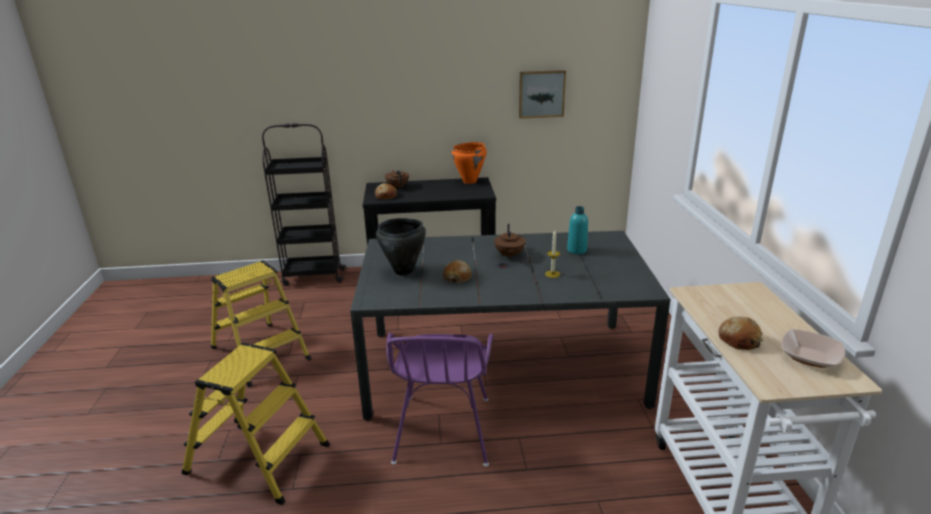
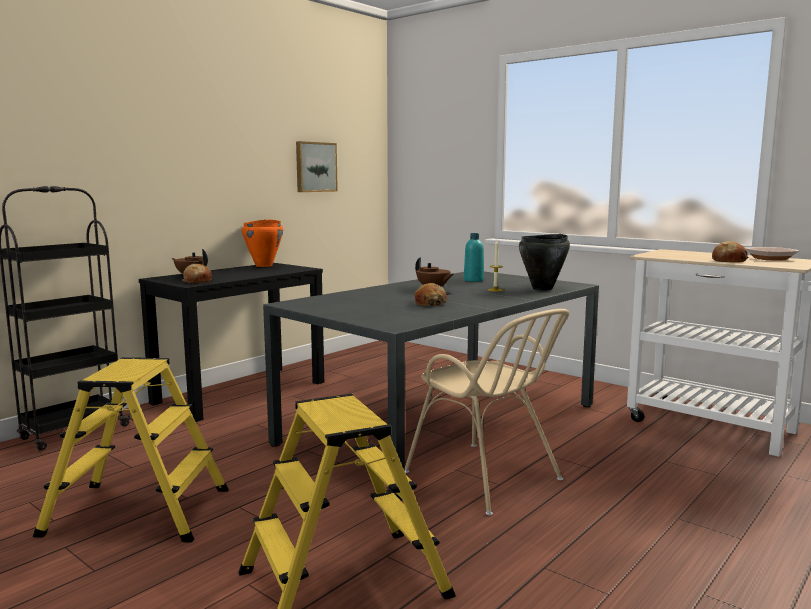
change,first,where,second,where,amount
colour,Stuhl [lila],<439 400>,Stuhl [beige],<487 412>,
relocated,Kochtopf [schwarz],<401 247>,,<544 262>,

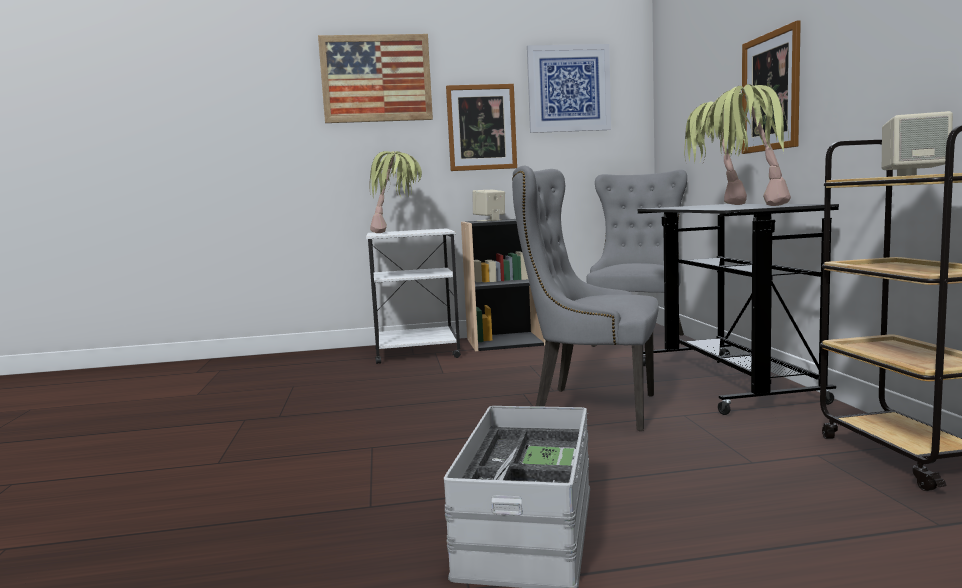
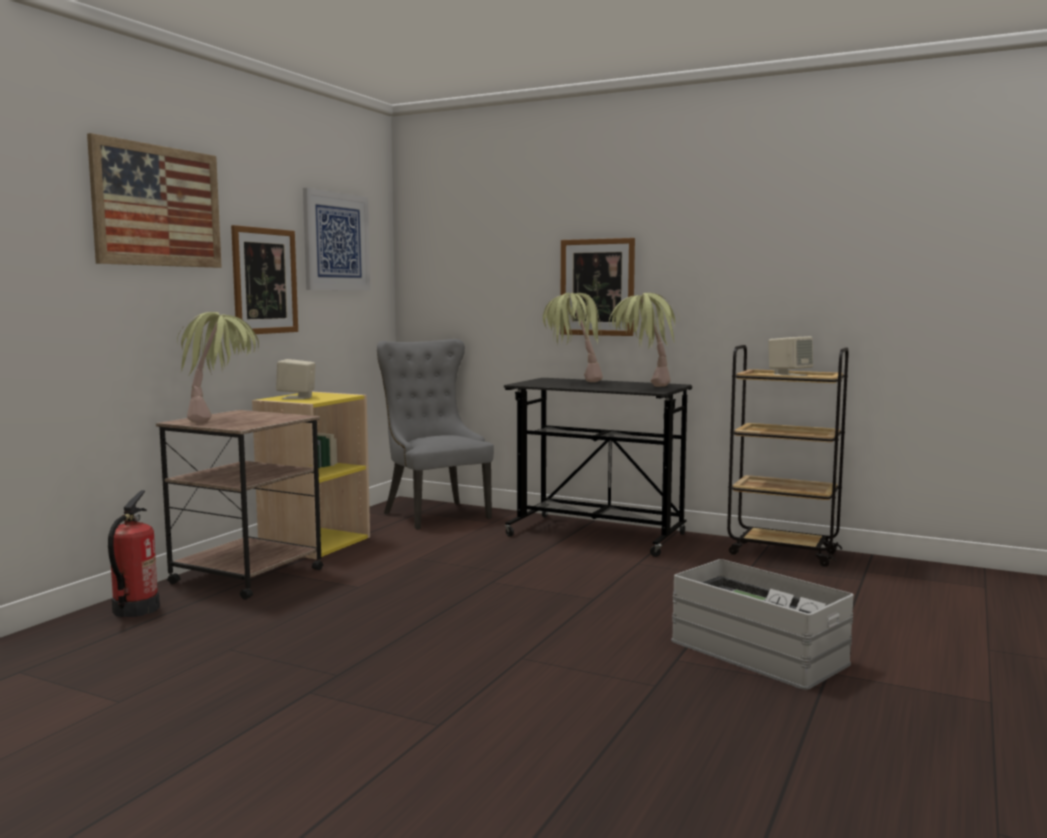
change,first,where,second,where,amount
appeared,,,Feuerlöscher,<134 554>,
colour,Rollwagen [weiß],<413 296>,Rollwagen [braun],<239 505>,
colour,Bücherregal [schwarz],<503 285>,Bücherregal [gelb],<311 475>,
missing,Stuhl [grau],<585 298>,,,

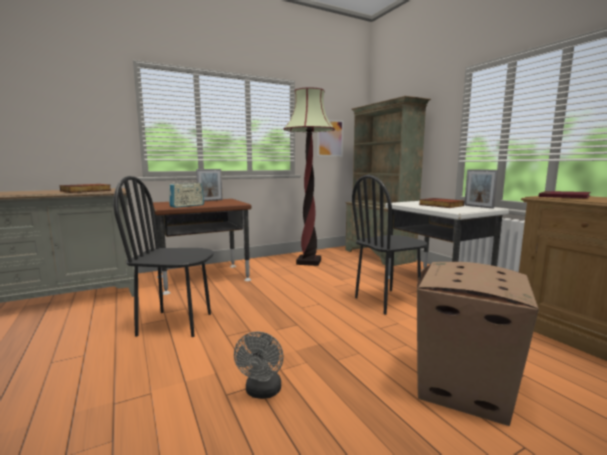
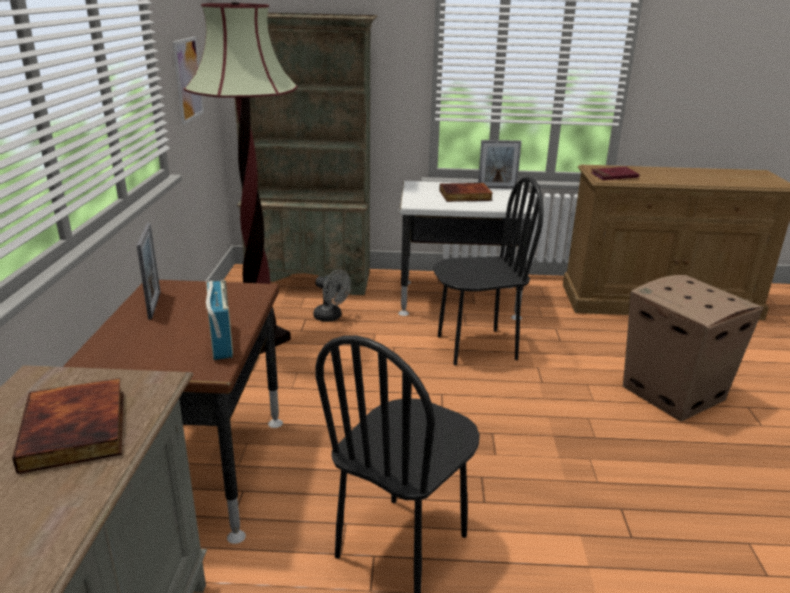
change,first,where,second,where,amount
relocated,Ventilator [grau],<259 365>,,<332 296>,
spun,Stuhl [schwarz],<389 245>,,<488 271>,105 degrees counterclockwise

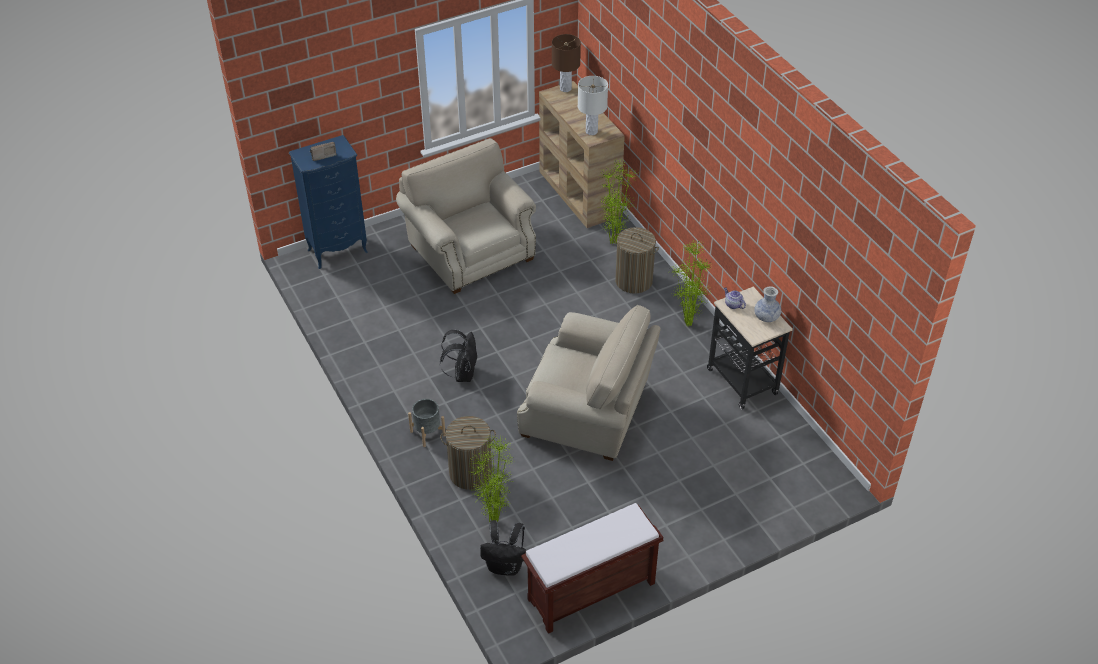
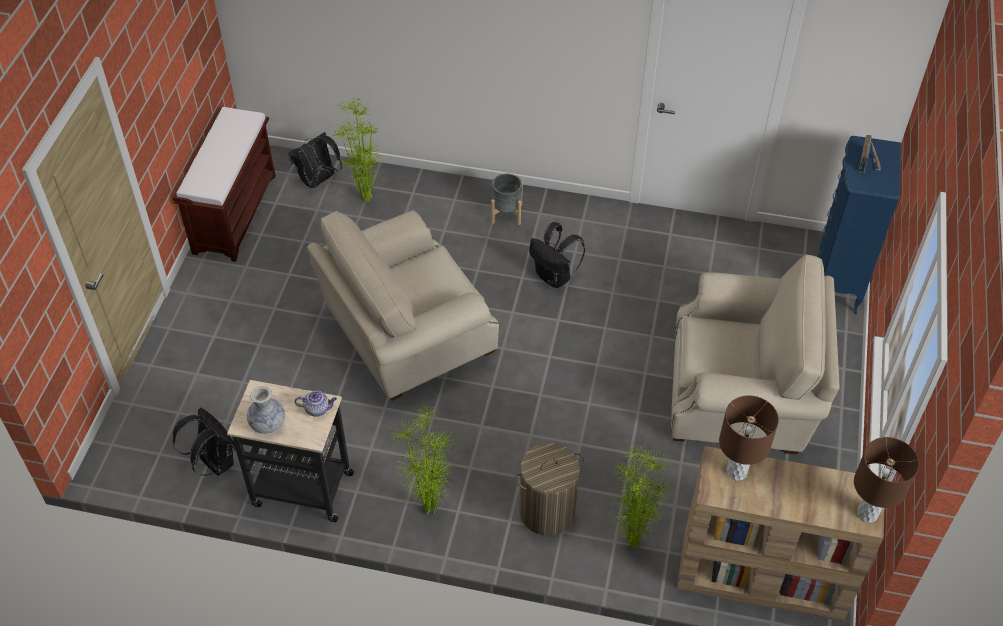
change,first,where,second,where,amount
appeared,,,Rucksack [schwarz],<204 442>,
colour,Tischlampe [weiß],<593 105>,Tischlampe [braun],<749 438>,
missing,Wäschekorb,<468 453>,,,

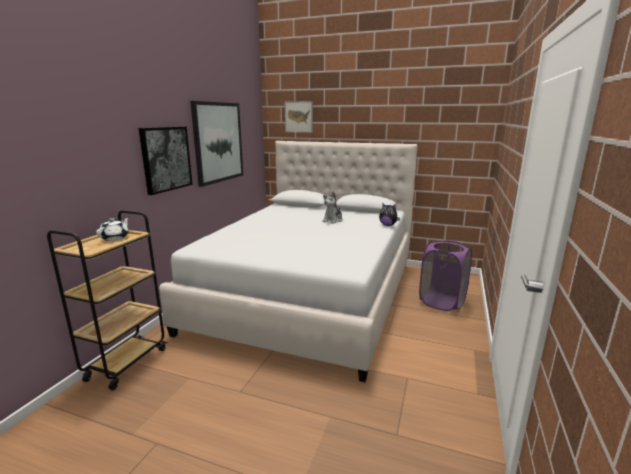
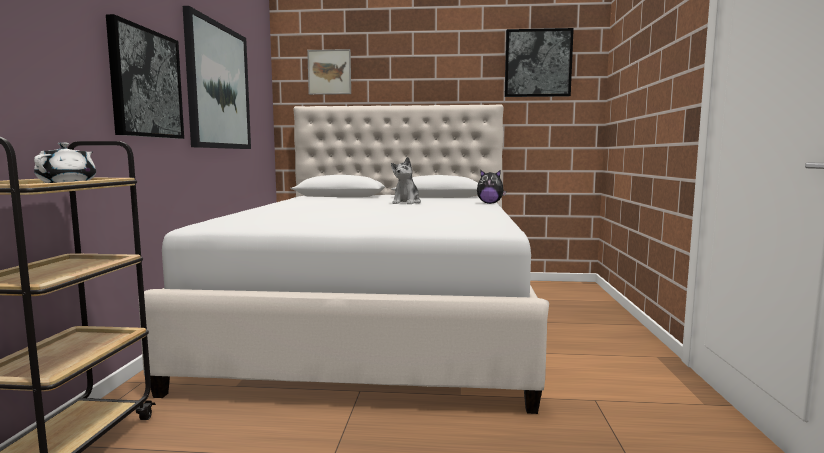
change,first,where,second,where,amount
appeared,,,Bild,<539 62>,
missing,Wäschekorb [lila],<445 275>,,,

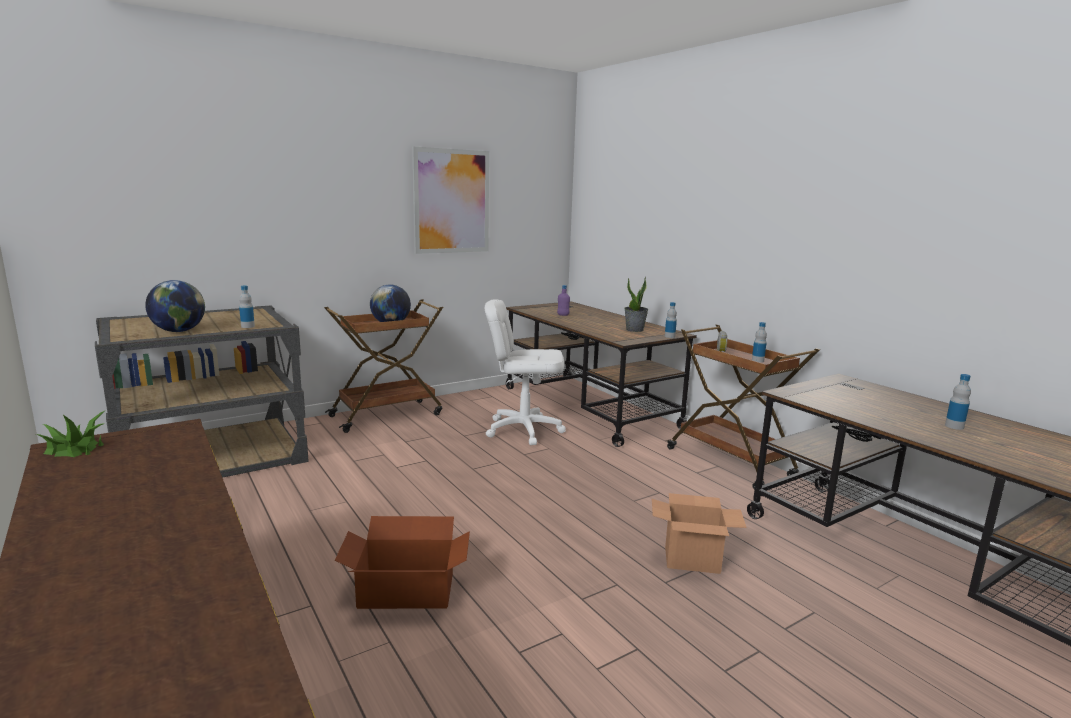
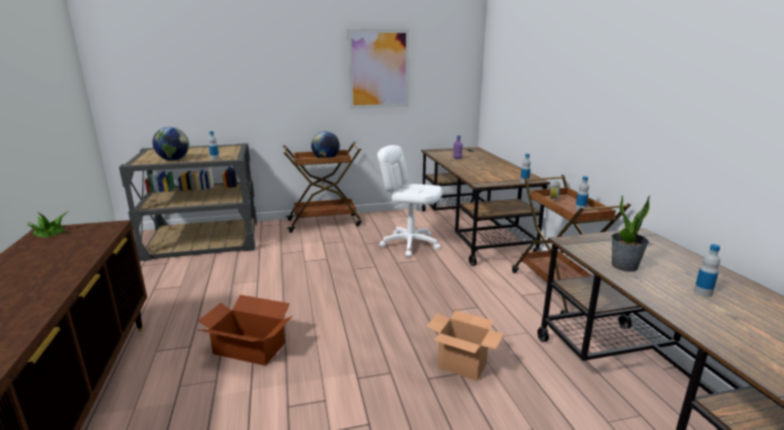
change,first,where,second,where,amount
relocated,Topfpflanze,<636 304>,,<630 233>,

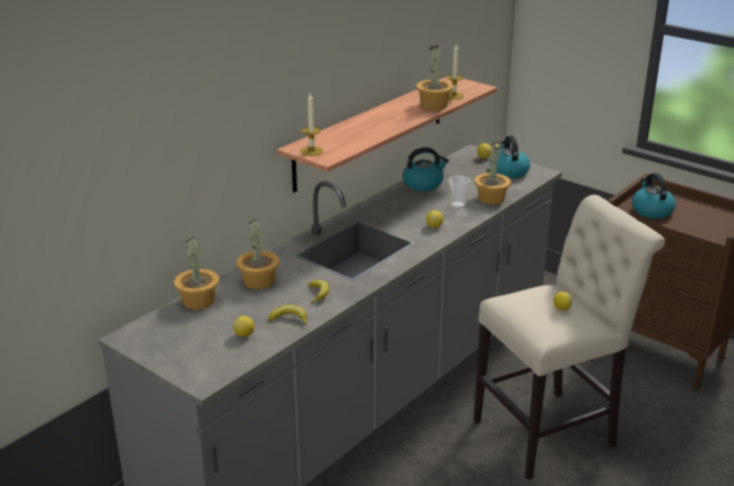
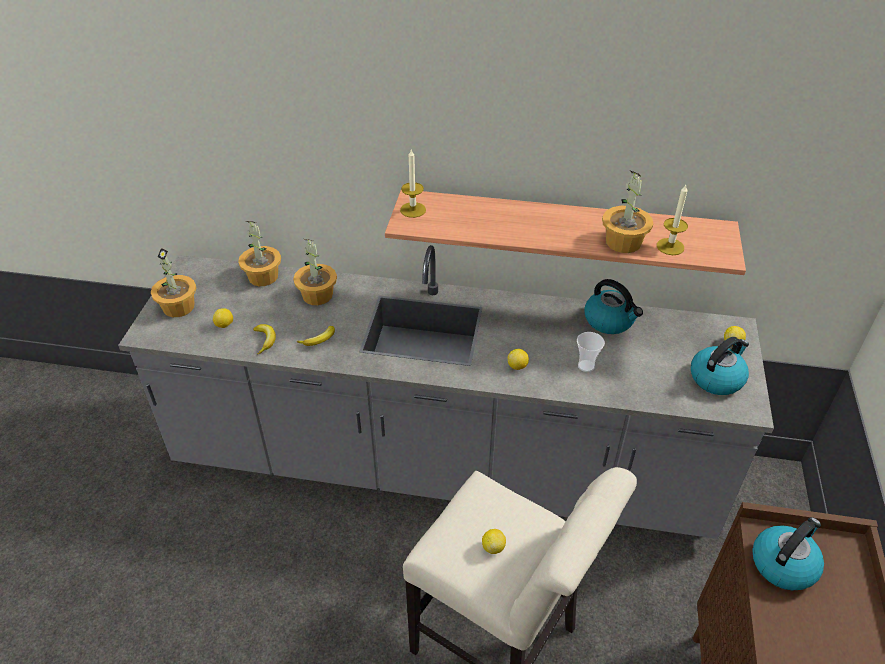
change,first,where,second,where,amount
relocated,Topfpflanze,<492 173>,,<173 282>,

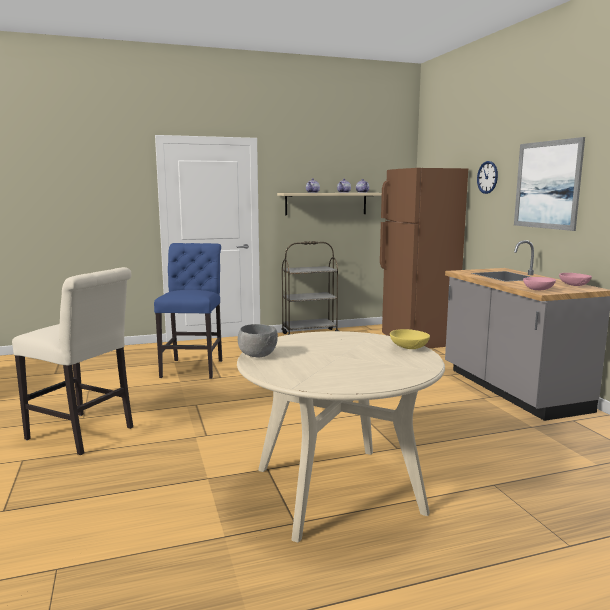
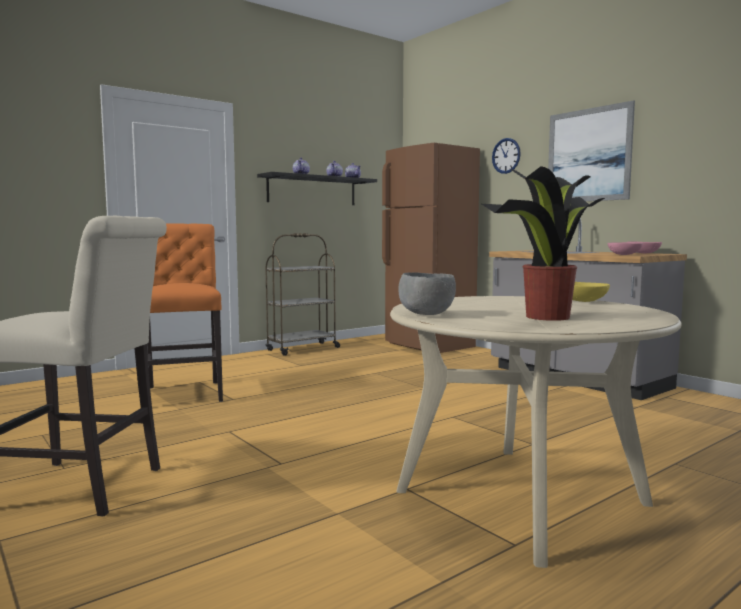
change,first,where,second,where,amount
colour,Hocker [blau],<188 311>,Hocker [orange],<185 312>,
colour,Wandregal [beige],<329 204>,Wandregal [schwarz],<317 188>,
appeared,,,Topfpflanze,<543 243>,

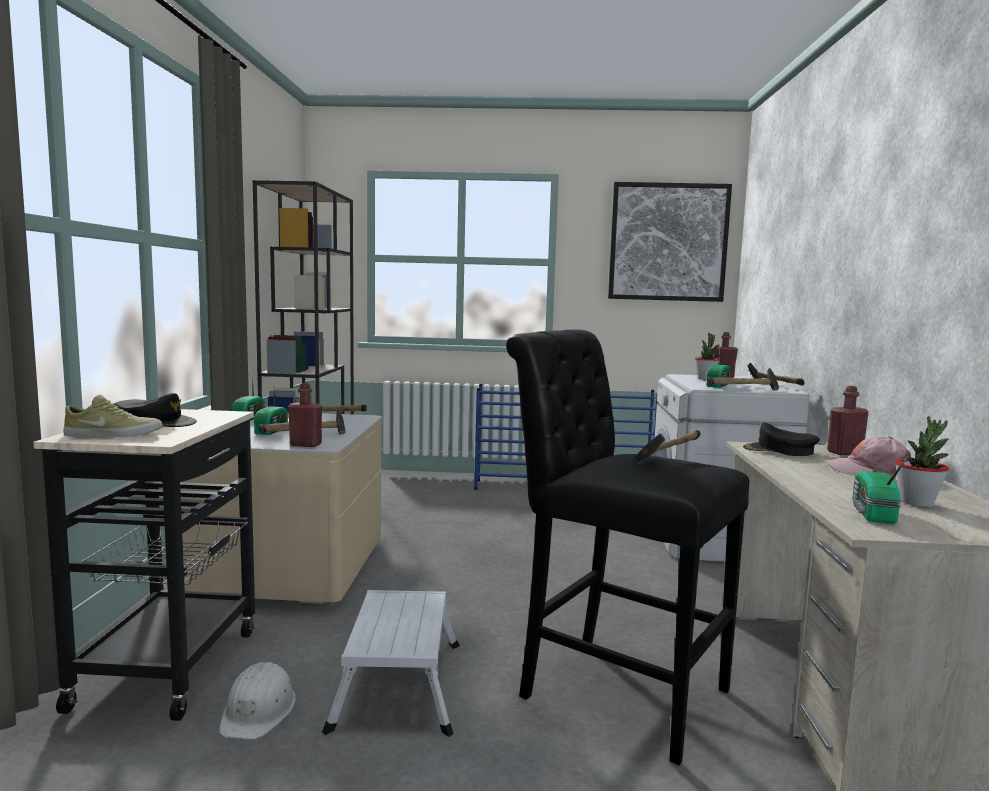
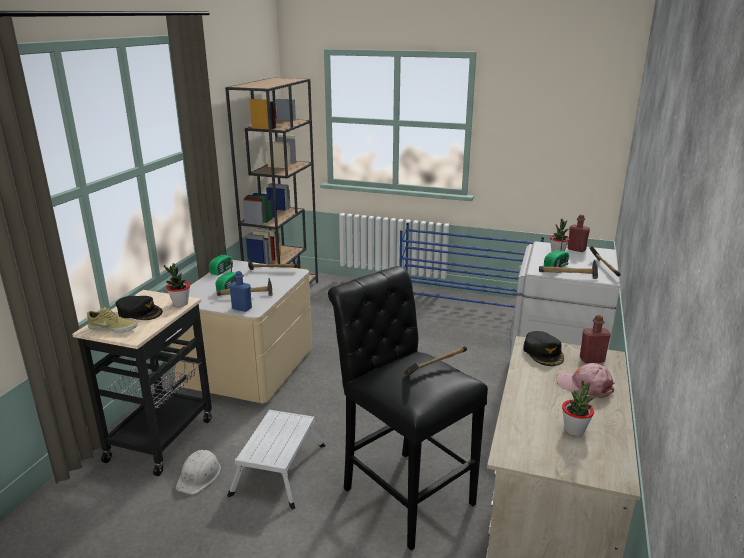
change,first,where,second,where,amount
appeared,,,Topfpflanze,<177 285>,
colour,Flasche [rot],<305 415>,Flasche [blau],<240 291>,
spun,Kappe [schwarz],<781 439>,,<543 348>,135 degrees counterclockwise
missing,Bild,<670 242>,,,
missing,Radio,<880 490>,,,

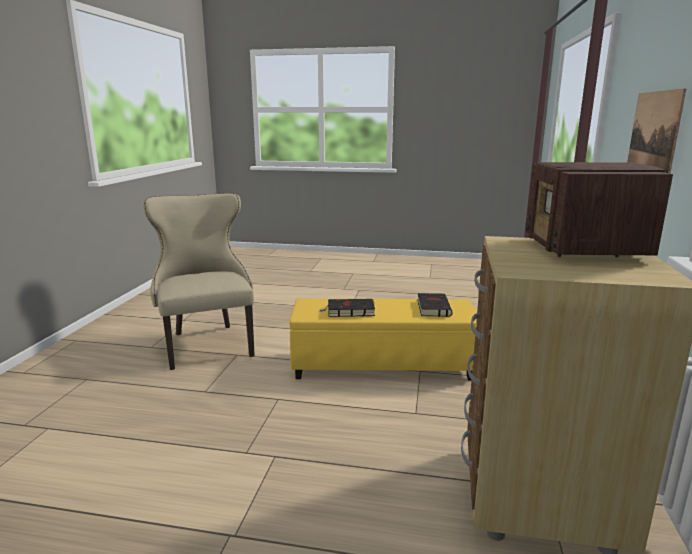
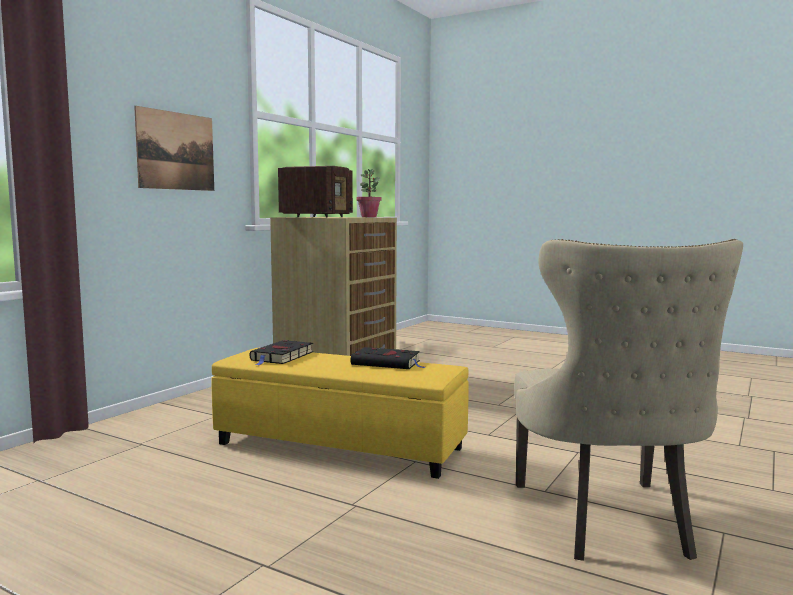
change,first,where,second,where,amount
appeared,,,Topfpflanze,<369 193>,

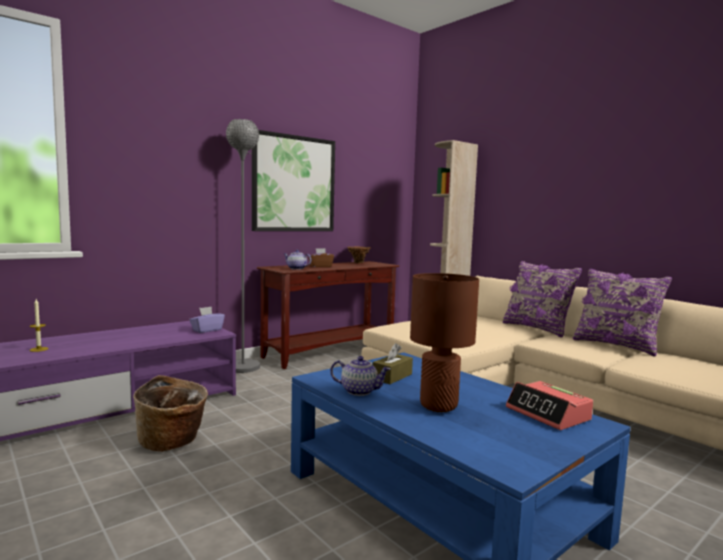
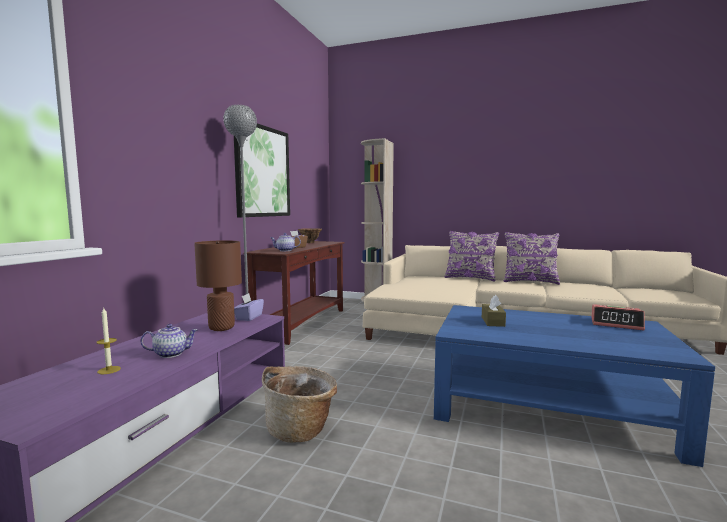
change,first,where,second,where,amount
relocated,Teekanne,<360 376>,,<169 341>,
relocated,Tischlampe [braun],<444 342>,,<218 285>,

